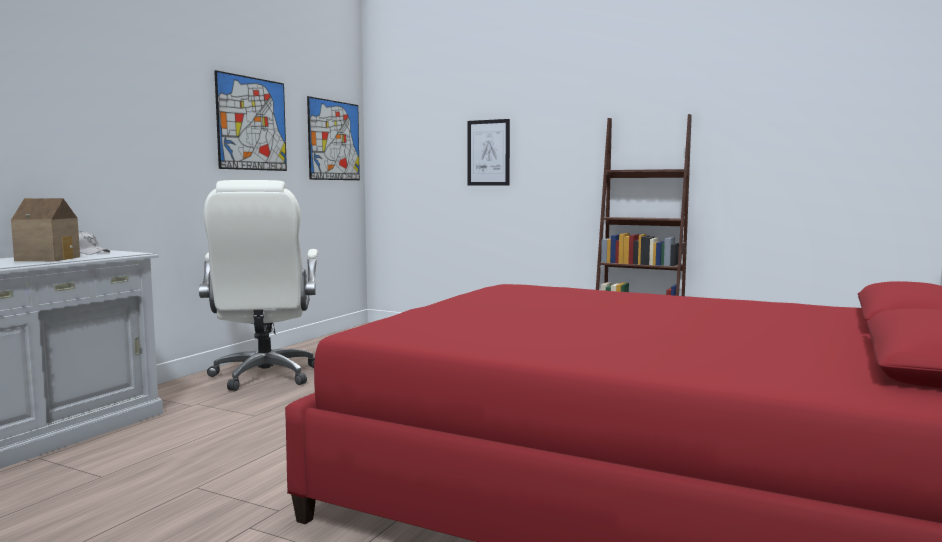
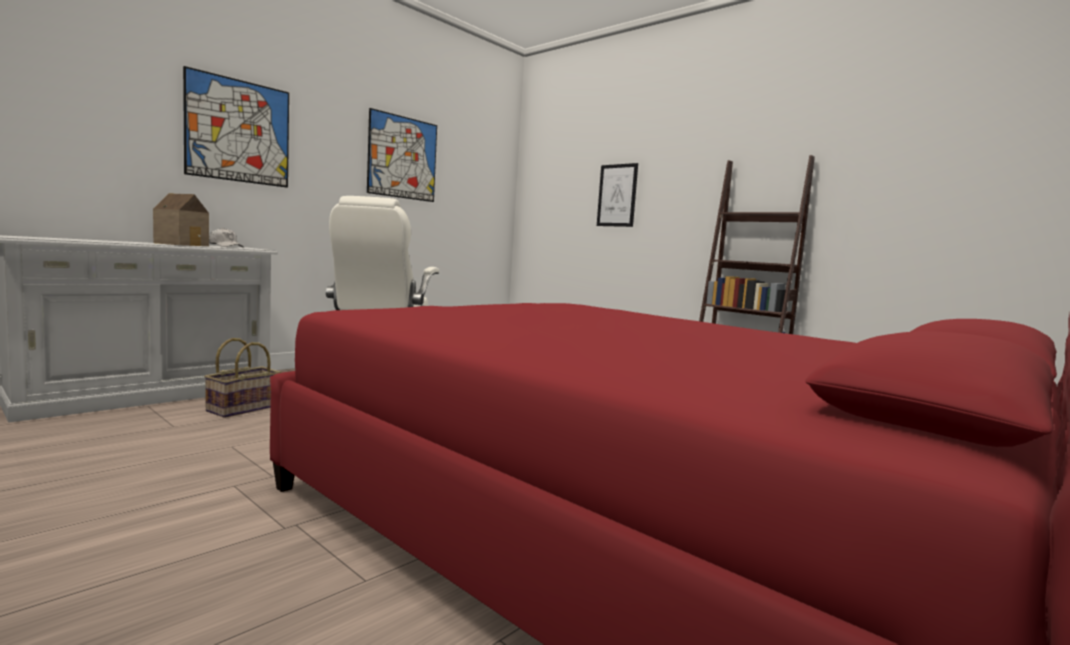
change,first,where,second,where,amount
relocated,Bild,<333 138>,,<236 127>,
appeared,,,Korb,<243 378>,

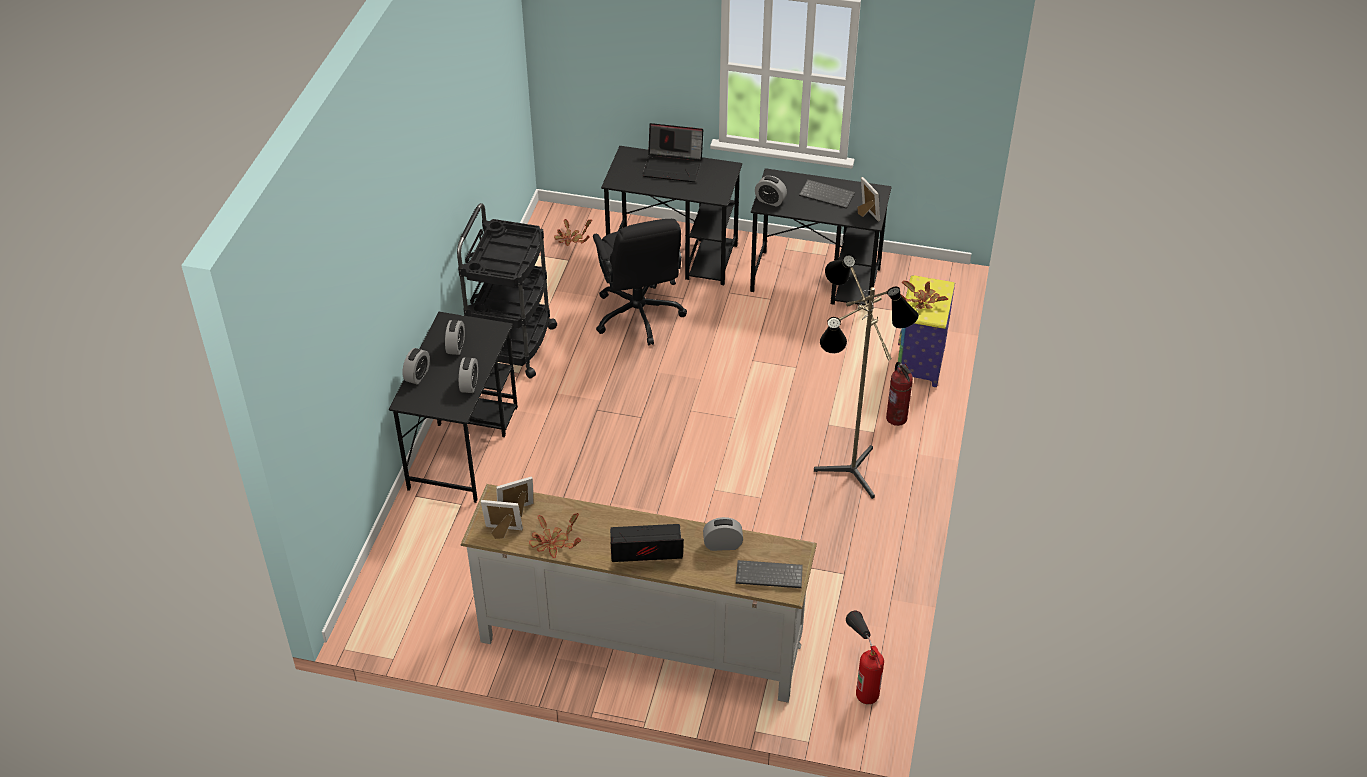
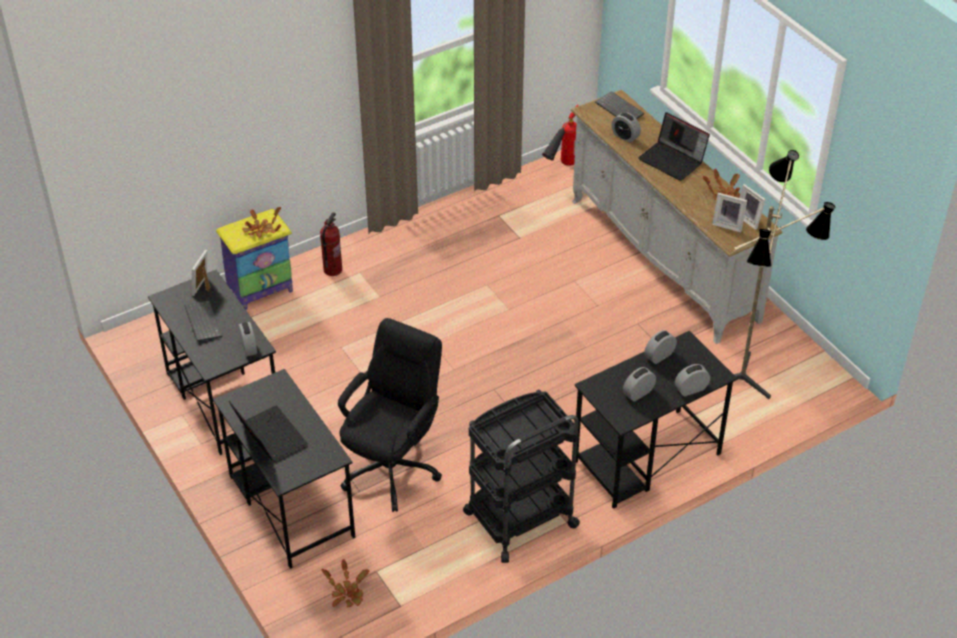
change,first,where,second,where,amount
relocated,Stehlampe,<866 377>,,<784 274>,

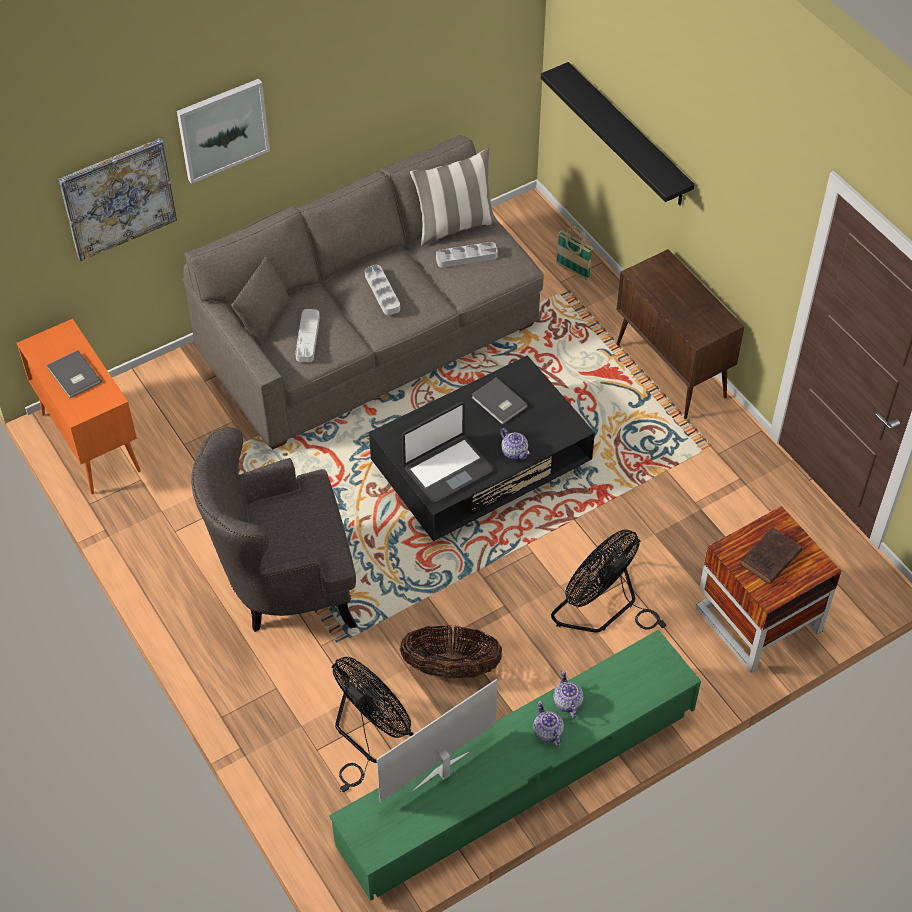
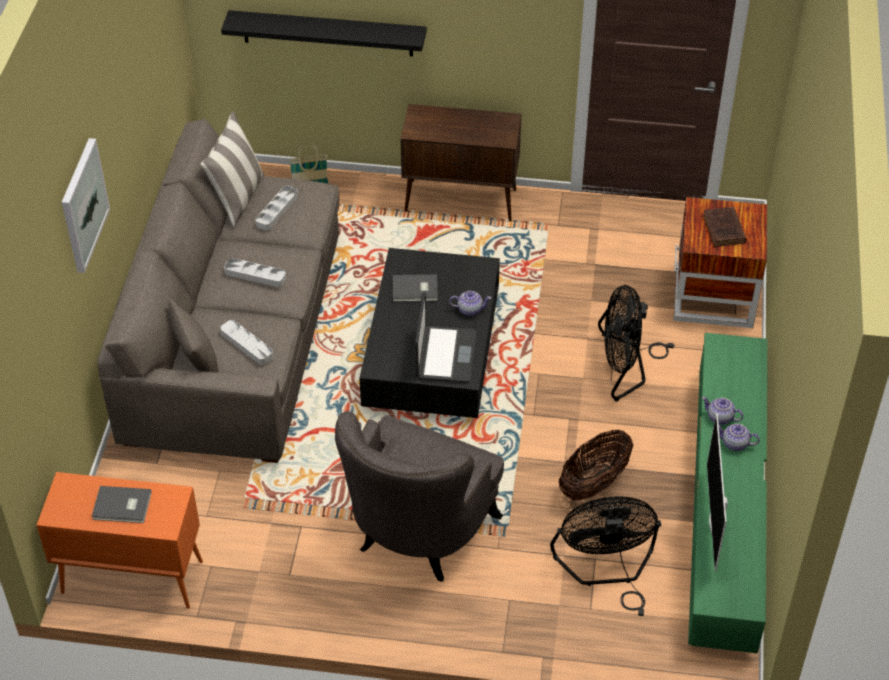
change,first,where,second,where,amount
missing,Bild,<118 199>,,,

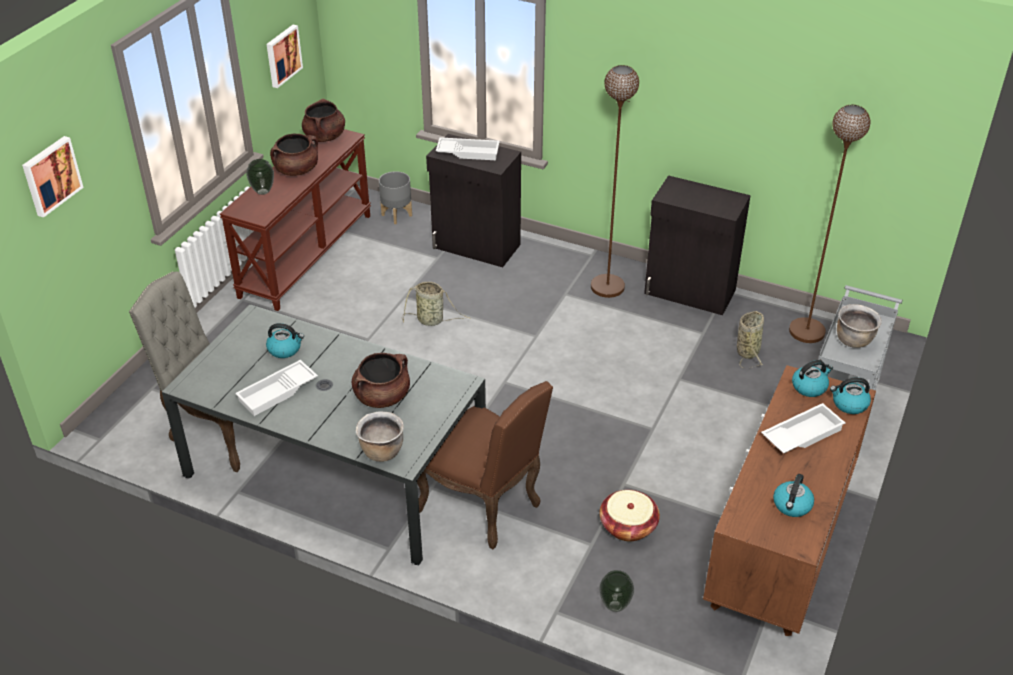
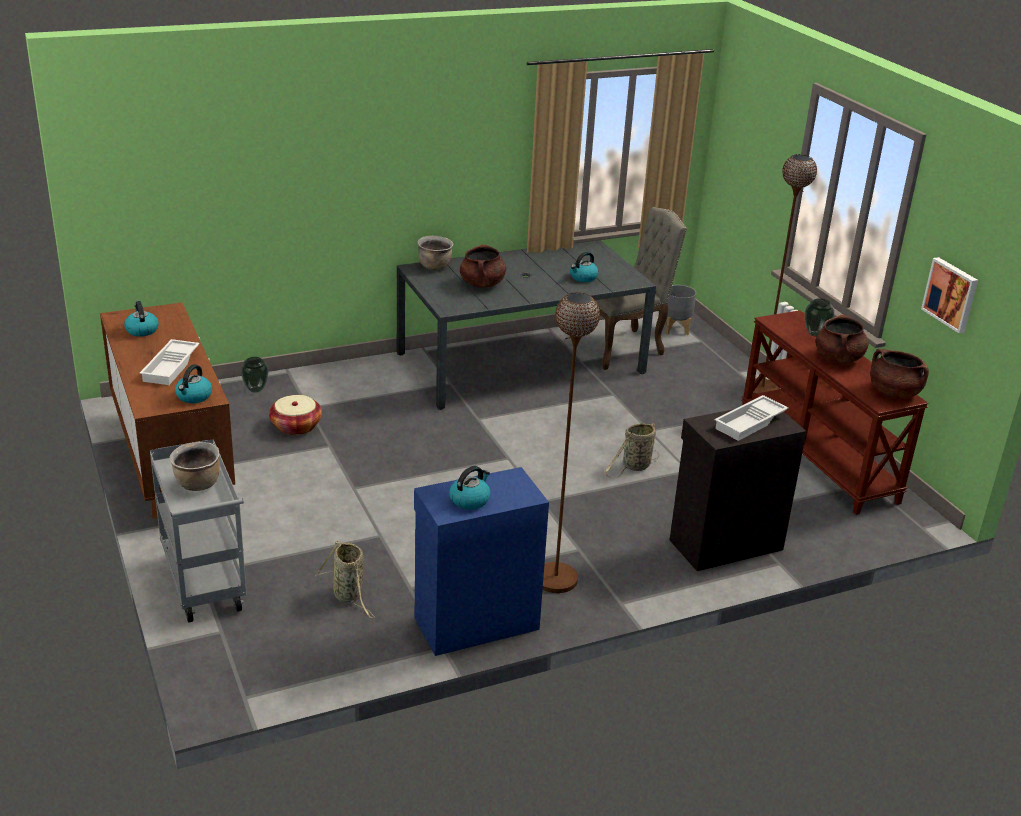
change,first,where,second,where,amount
colour,Schrank [schwarz],<697 245>,Schrank [blau],<481 561>,
relocated,Wasserkessel,<850 395>,,<469 488>,
relocated,Pflanzkübel [grau],<395 197>,,<680 310>,
relocated,Stehlampe [braun],<829 223>,,<785 274>,
missing,Bild,<53 177>,,,
missing,Tablett [weiß],<276 388>,,,
missing,Stuhl [braun],<485 465>,,,

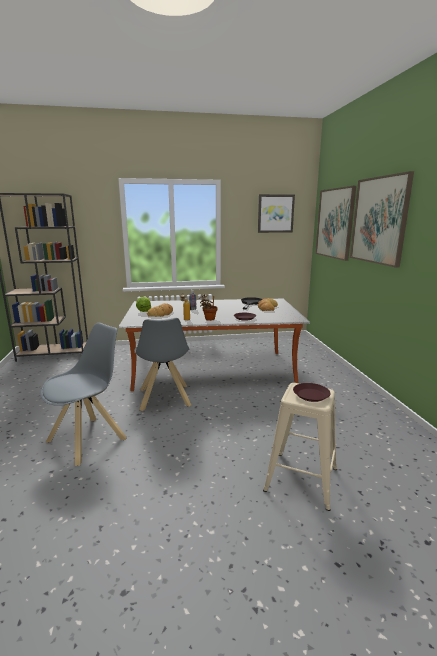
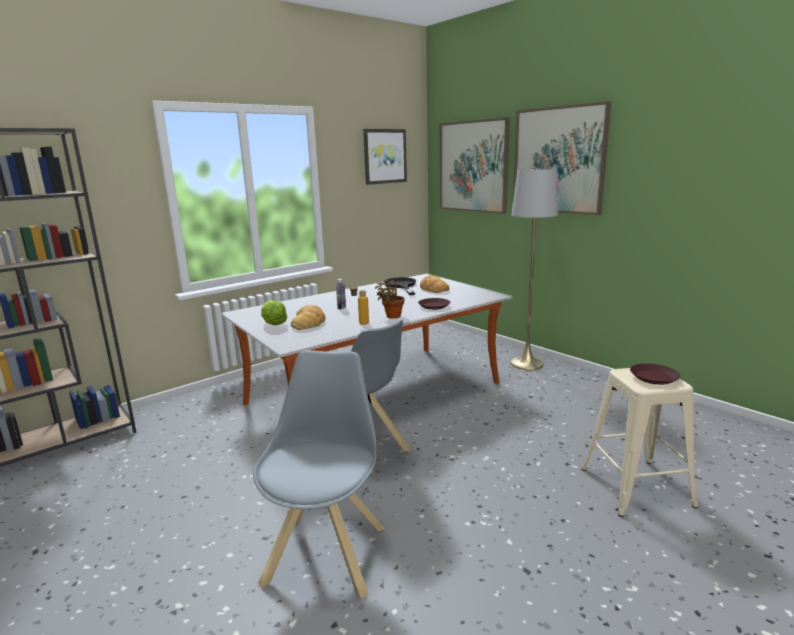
change,first,where,second,where,amount
appeared,,,Stehlampe [grau],<534 269>,

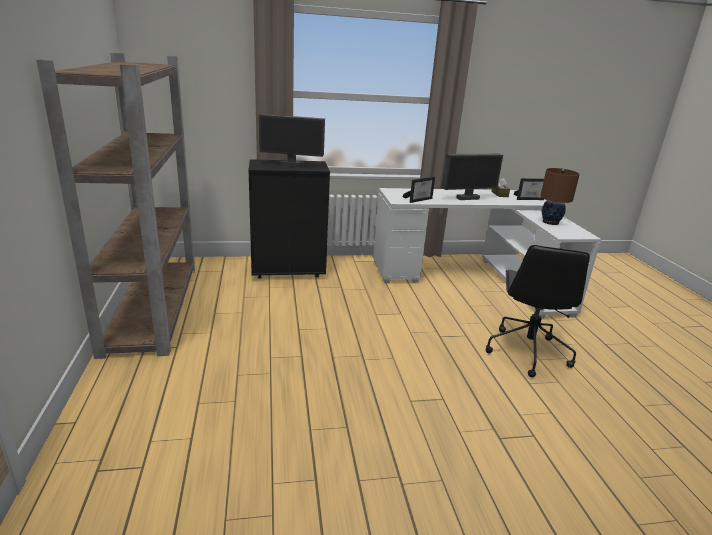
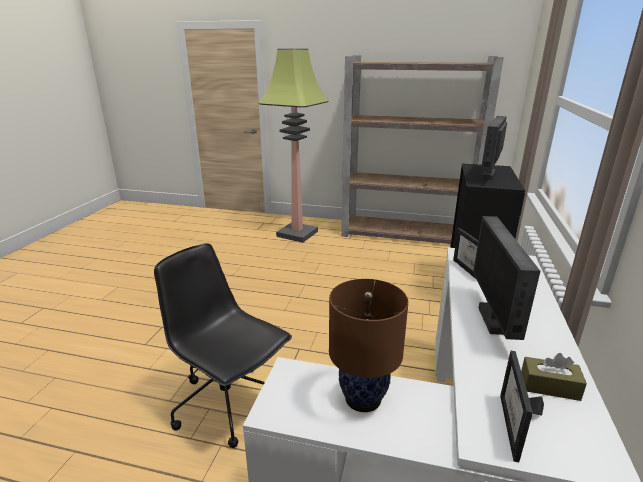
change,first,where,second,where,amount
appeared,,,Stehlampe,<294 145>,

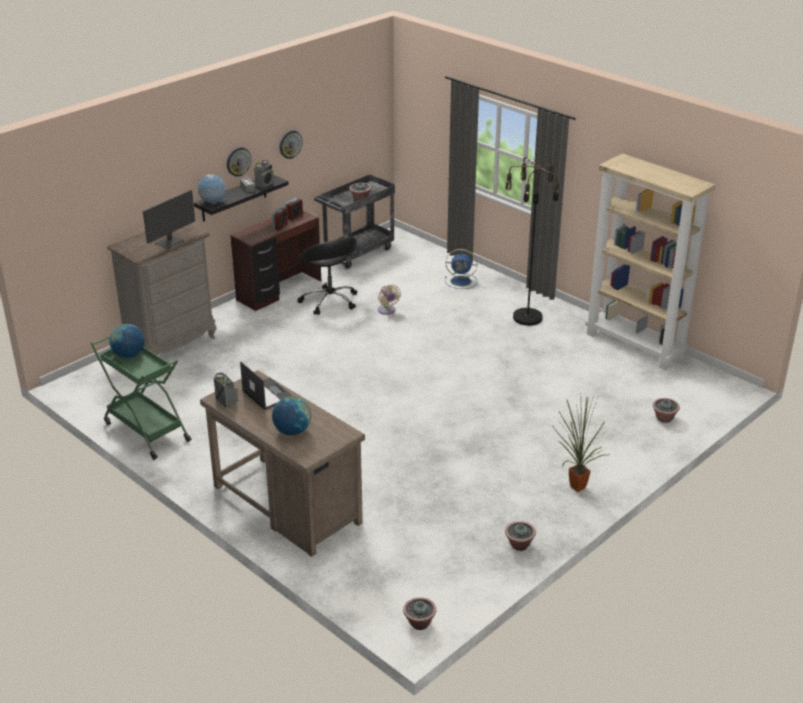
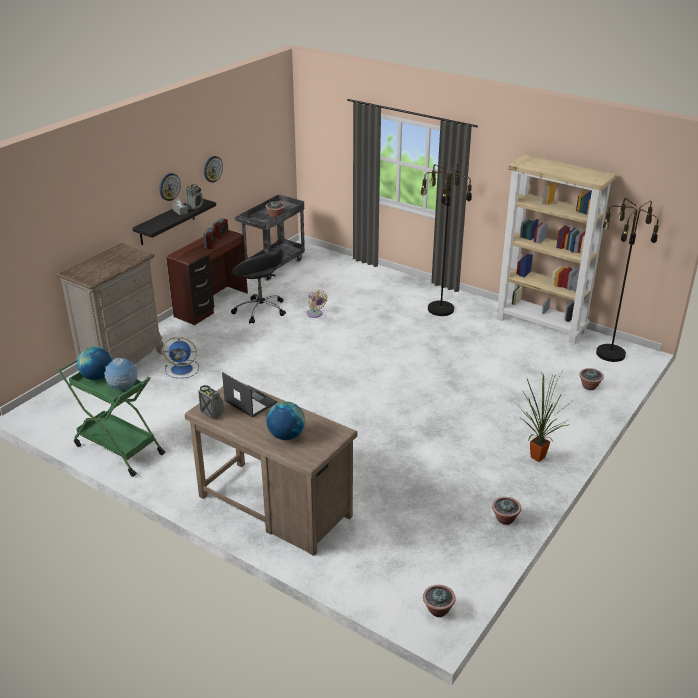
change,first,where,second,where,amount
relocated,Globus,<212 189>,,<121 374>,
relocated,Ventilator [blau],<461 269>,,<181 357>,
appeared,,,Stehlampe,<627 280>,
missing,Monitor,<169 219>,,,

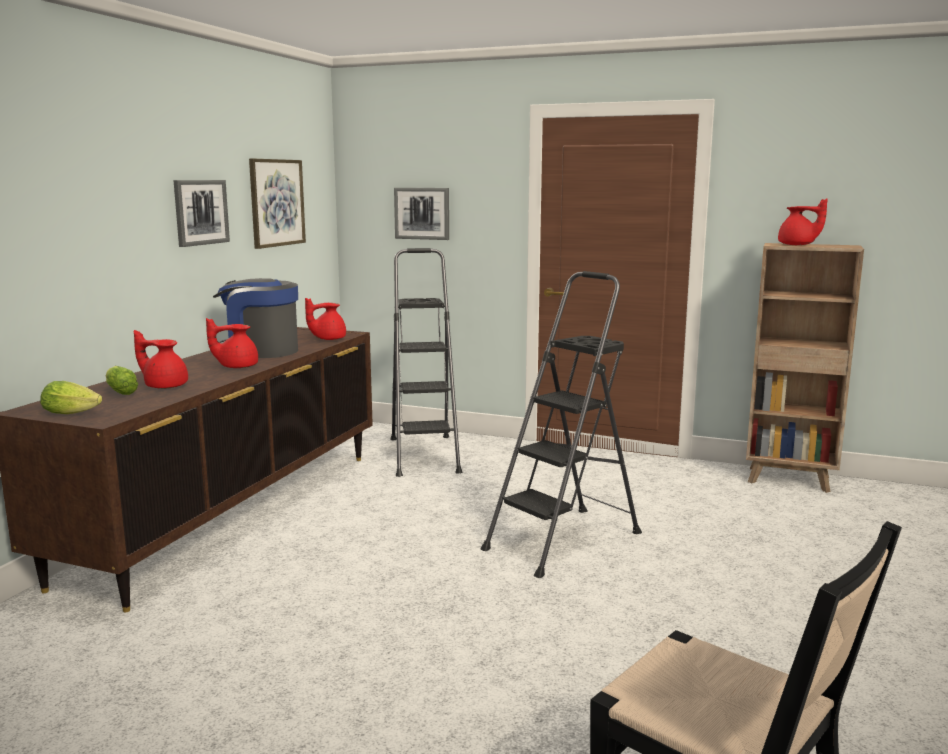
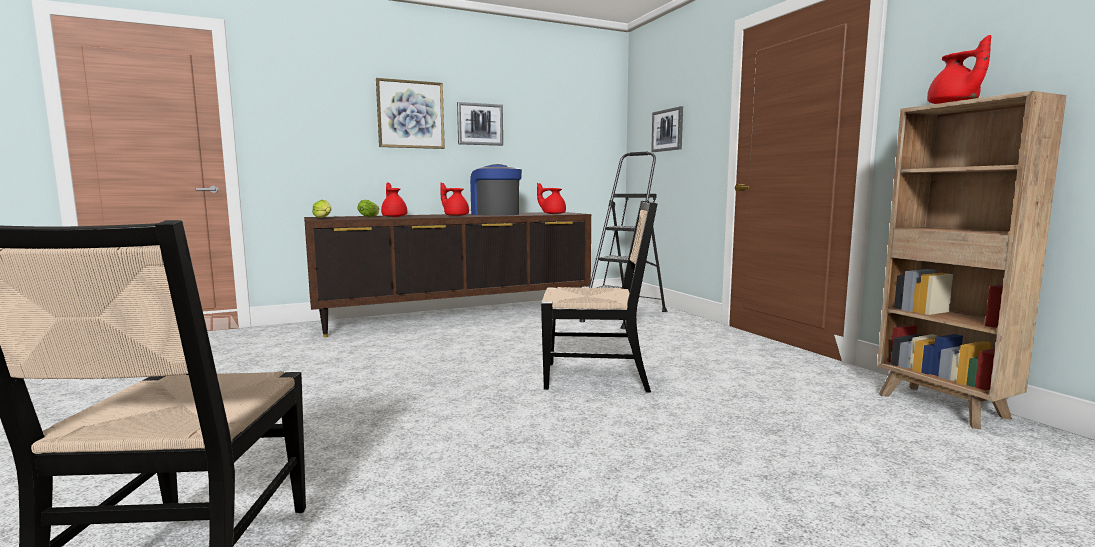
change,first,where,second,where,amount
relocated,Bild,<277 204>,,<410 113>,
exchanged,Trittleiter,<561 424>,Stuhl,<599 297>,

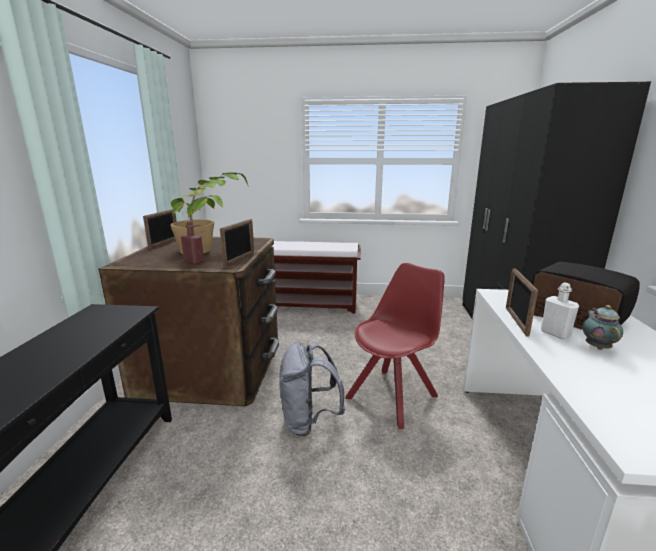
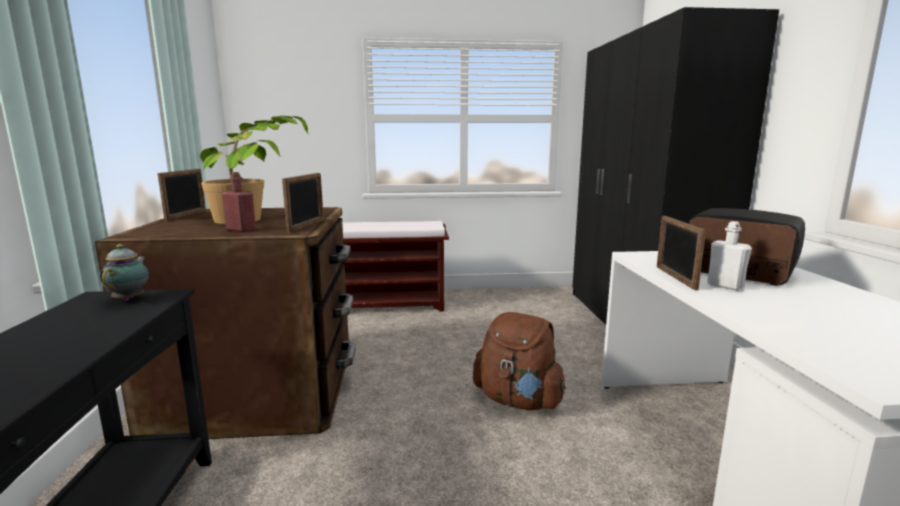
change,first,where,second,where,amount
relocated,Teekanne,<603 327>,,<124 272>,
exchanged,Stuhl [rot],<395 346>,Rucksack [braun],<519 361>,
missing,Rucksack [grau],<312 389>,,,

